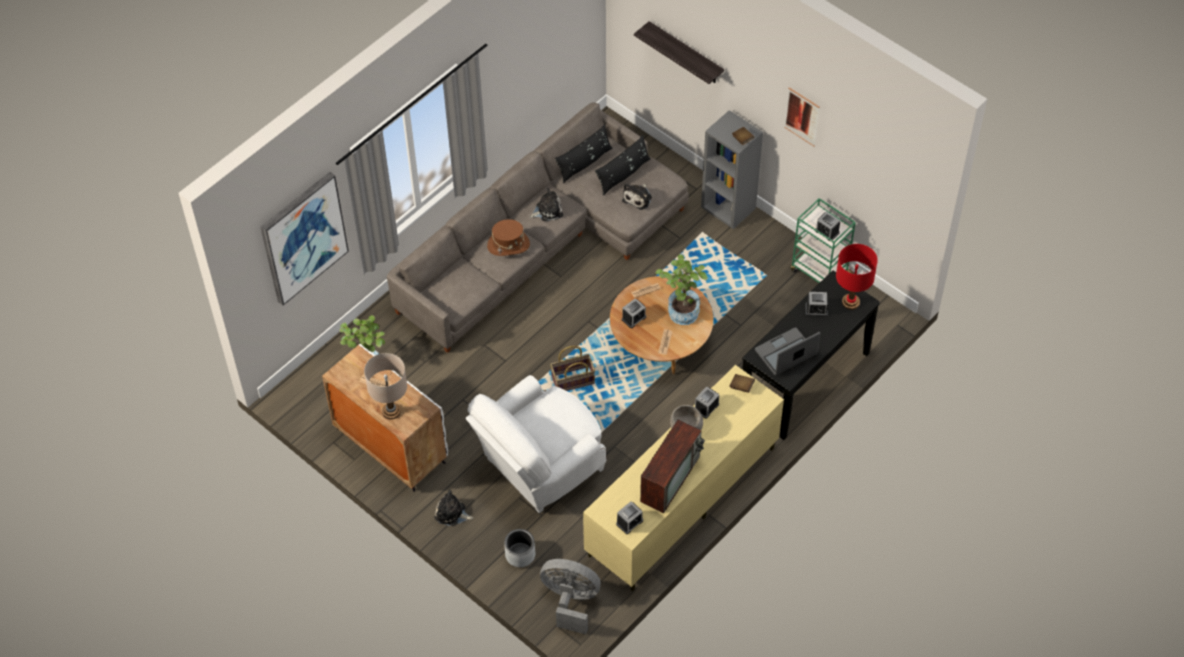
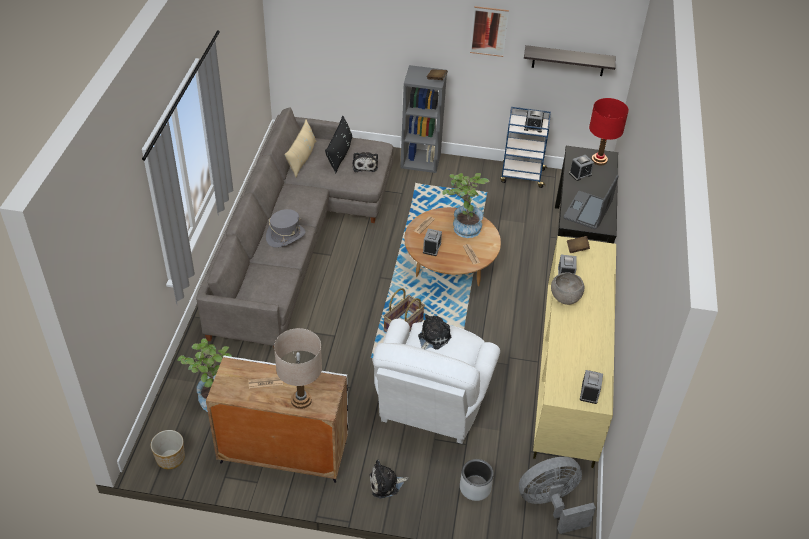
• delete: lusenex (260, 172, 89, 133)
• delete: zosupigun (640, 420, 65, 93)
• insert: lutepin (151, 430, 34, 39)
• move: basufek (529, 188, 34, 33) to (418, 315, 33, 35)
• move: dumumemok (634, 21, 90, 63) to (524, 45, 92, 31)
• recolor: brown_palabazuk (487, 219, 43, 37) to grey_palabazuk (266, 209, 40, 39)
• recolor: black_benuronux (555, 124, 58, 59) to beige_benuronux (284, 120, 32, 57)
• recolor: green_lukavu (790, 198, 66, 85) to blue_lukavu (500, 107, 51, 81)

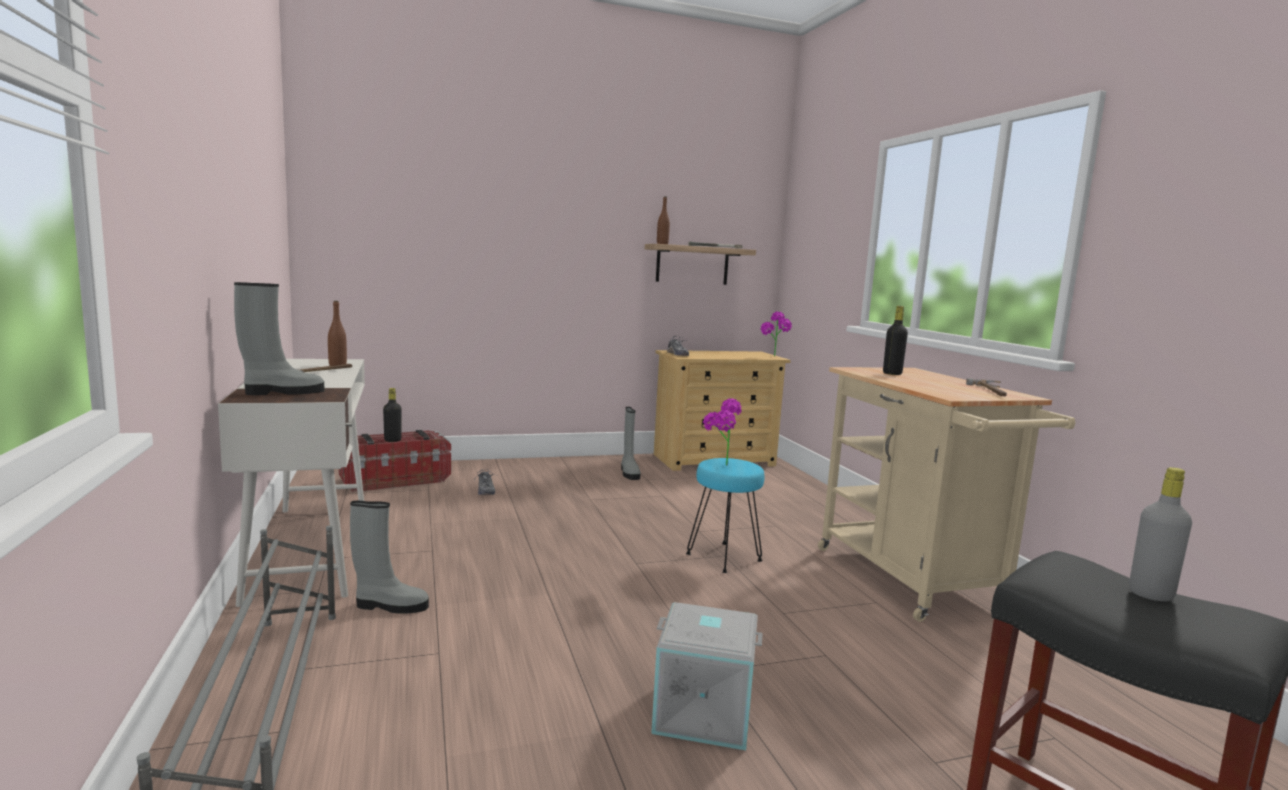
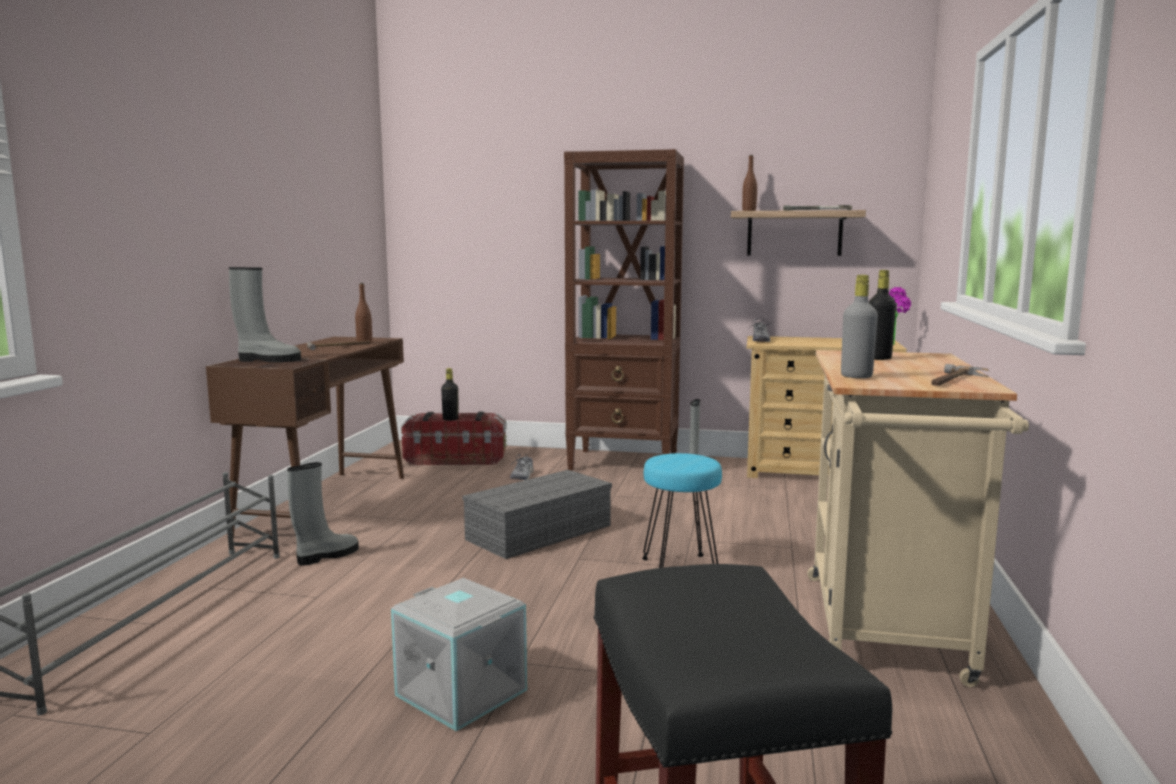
• delete: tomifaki (703, 398, 39, 68)
• insert: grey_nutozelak (463, 470, 149, 89)
• insert: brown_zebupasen (564, 149, 120, 322)
• move: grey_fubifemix (1129, 467, 63, 134) to (841, 275, 37, 103)
• recolor: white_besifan (218, 359, 147, 248) to brown_besifan (206, 337, 198, 200)
• rotate: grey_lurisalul (350, 501, 79, 113) = (287, 462, 72, 104) 75 degrees counterclockwise

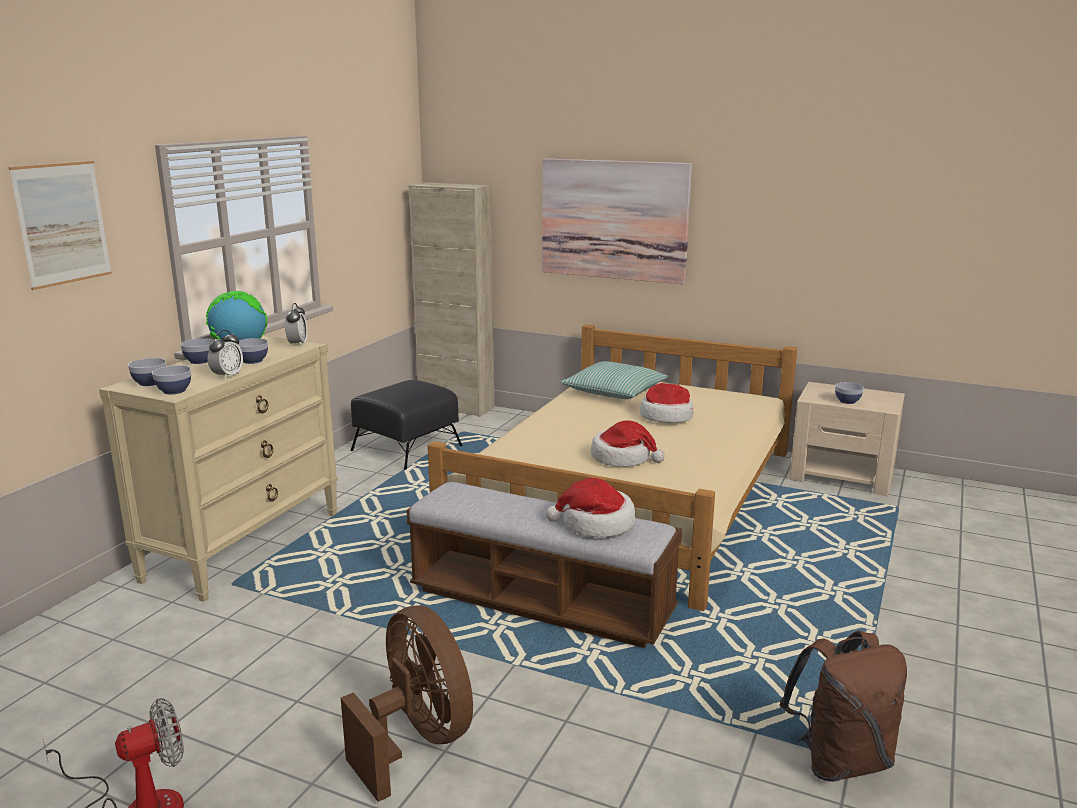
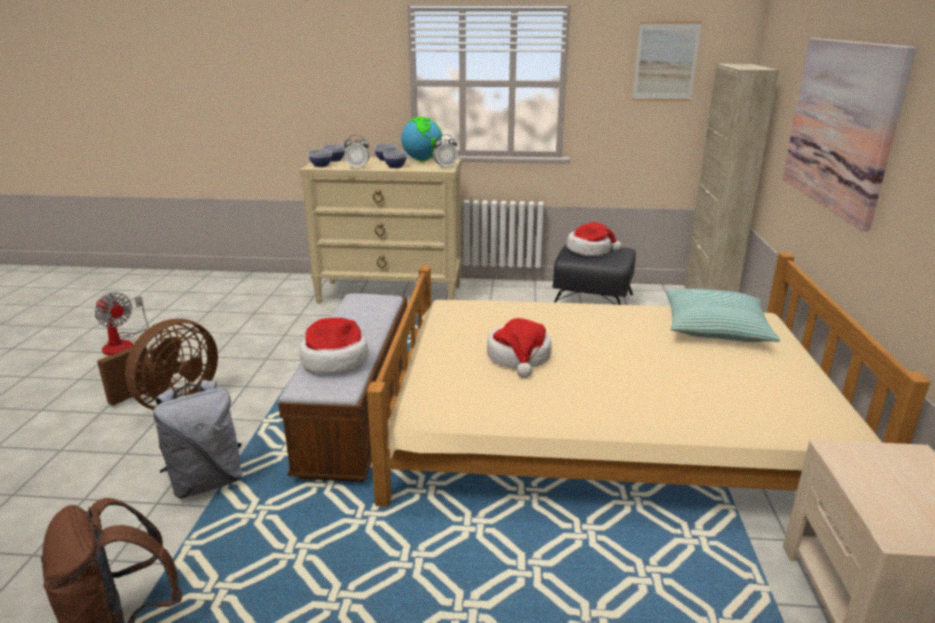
• delete: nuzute (835, 382, 29, 22)
• insert: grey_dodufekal (154, 380, 88, 119)
• move: lusenex (9, 161, 103, 129) to (632, 22, 70, 79)
• move: palabazuk (640, 383, 53, 40) to (566, 222, 56, 34)

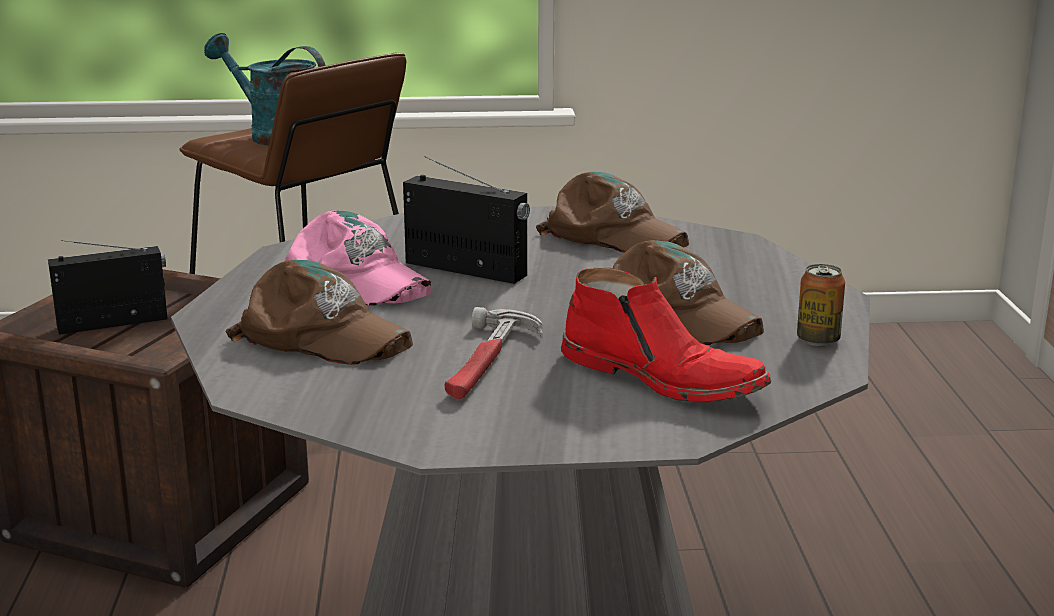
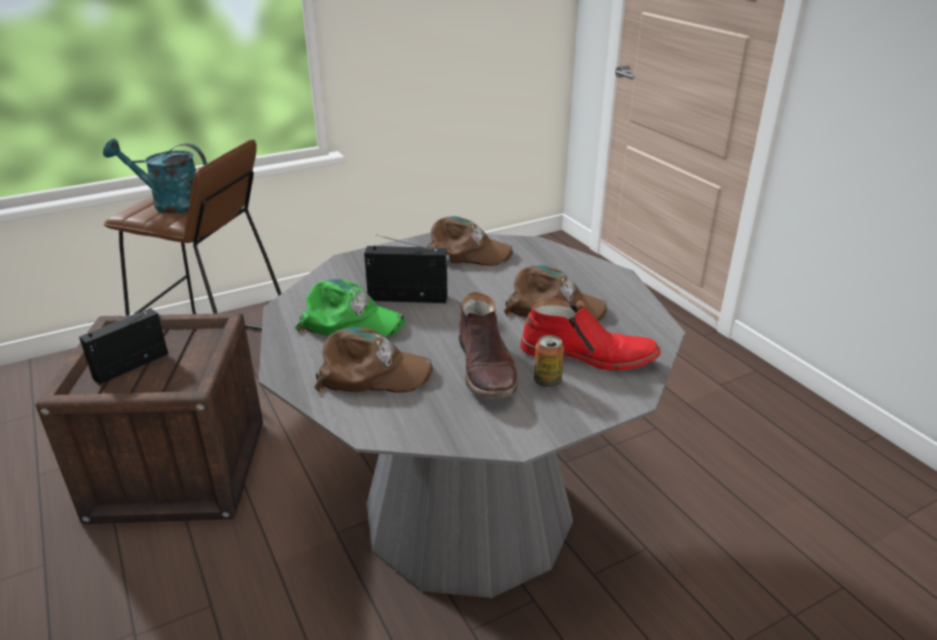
• move: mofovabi (797, 264, 48, 82) to (534, 335, 30, 53)
• replace: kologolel (445, 307, 97, 93) to brown_lurisalul (459, 292, 59, 107)
• recolor: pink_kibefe (285, 210, 146, 96) to green_kibefe (295, 279, 110, 58)

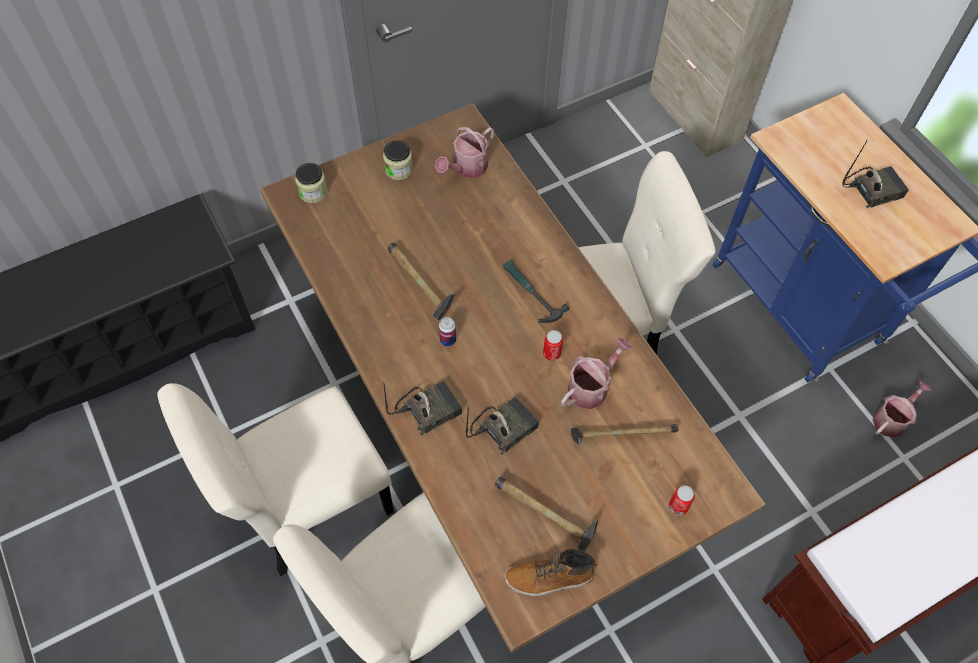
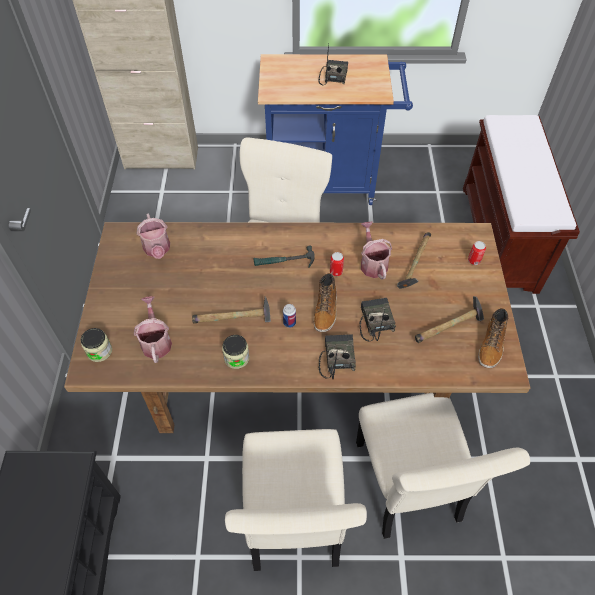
• insert: lurisalul (314, 273, 23, 59)
• move: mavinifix (383, 140, 30, 40) to (222, 335, 27, 34)
• move: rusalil (873, 381, 58, 57) to (134, 296, 38, 67)

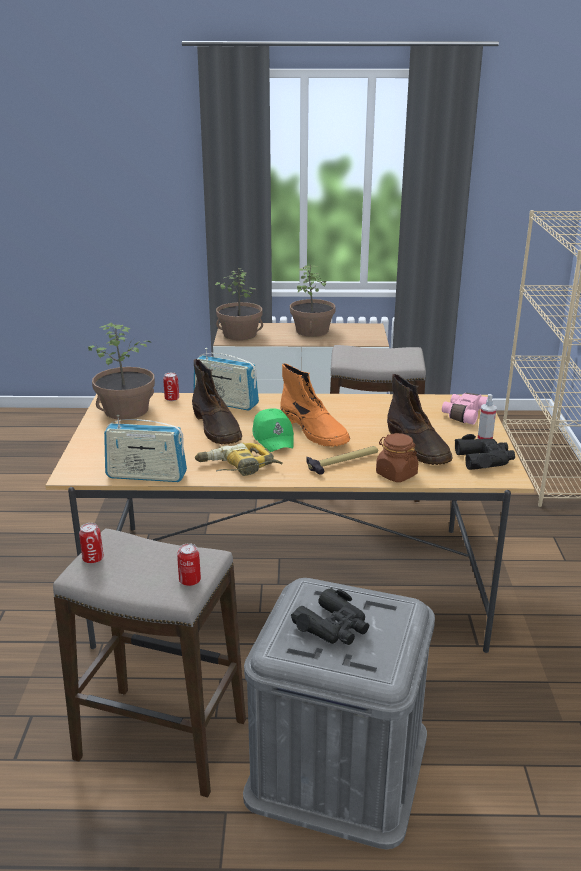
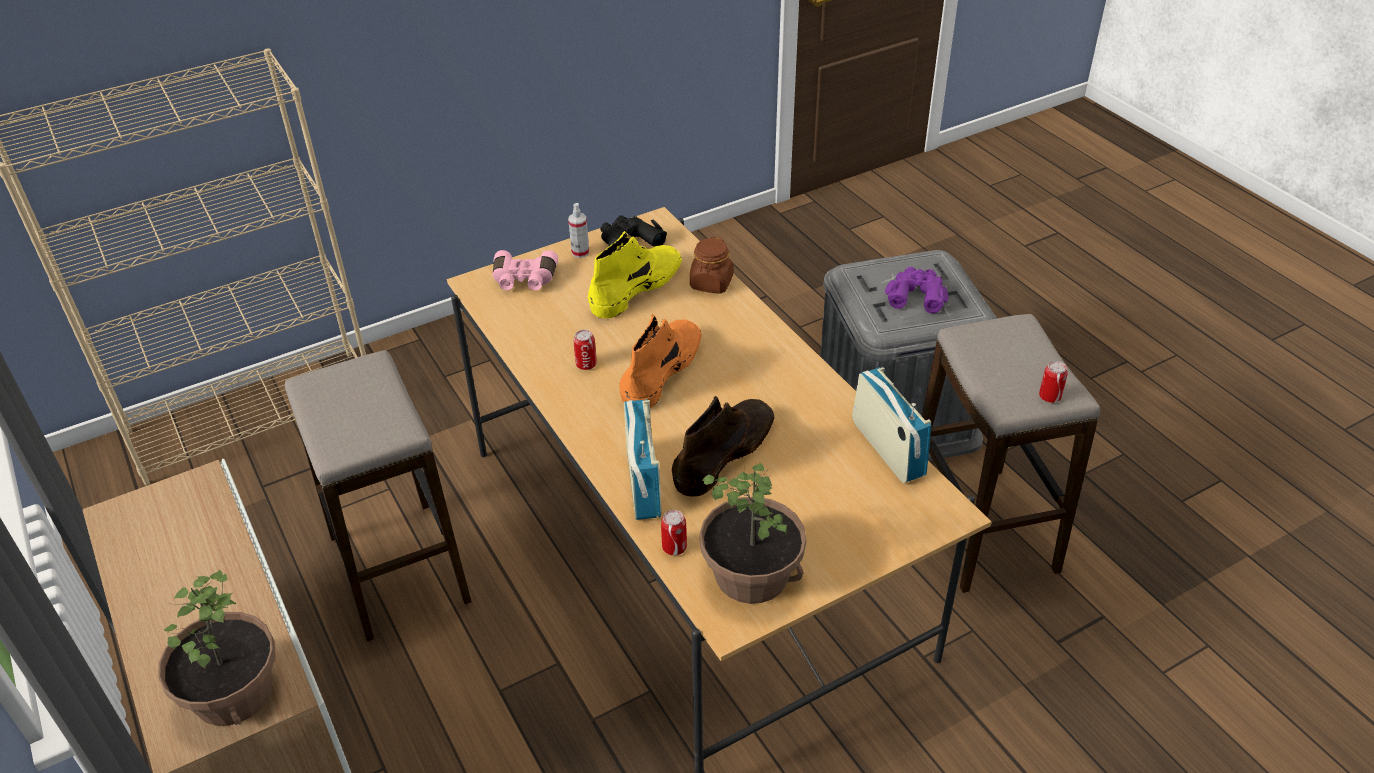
• delete: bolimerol (195, 443, 88, 33)
• delete: green_kibefe (252, 408, 42, 44)
• delete: tomifaki (290, 265, 46, 72)
• delete: kologolel (306, 446, 72, 29)
• move: mofovabi (177, 543, 24, 43) to (573, 330, 24, 40)
• recolor: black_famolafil (291, 588, 78, 57) to purple_famolafil (885, 267, 64, 46)
• recolor: brown_lurisalul (387, 374, 65, 91) to yellow_lurisalul (588, 231, 94, 87)

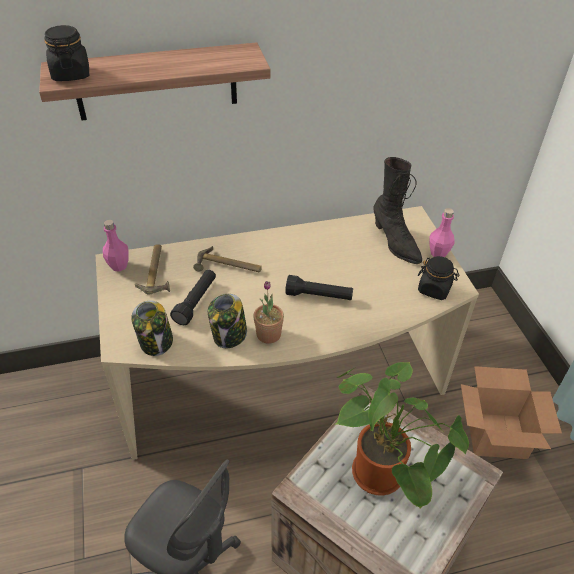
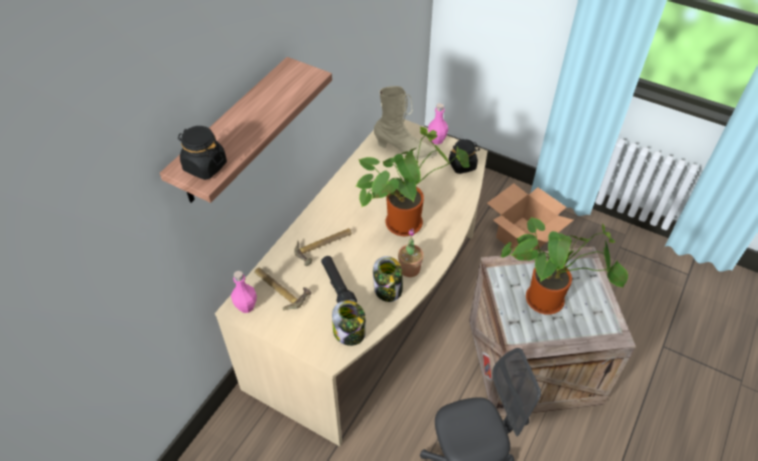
• replace: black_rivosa (285, 275, 68, 25) to tomifaki (356, 127, 114, 109)
• recolor: black_lurisalul (374, 157, 48, 107) to beige_lurisalul (374, 86, 63, 74)

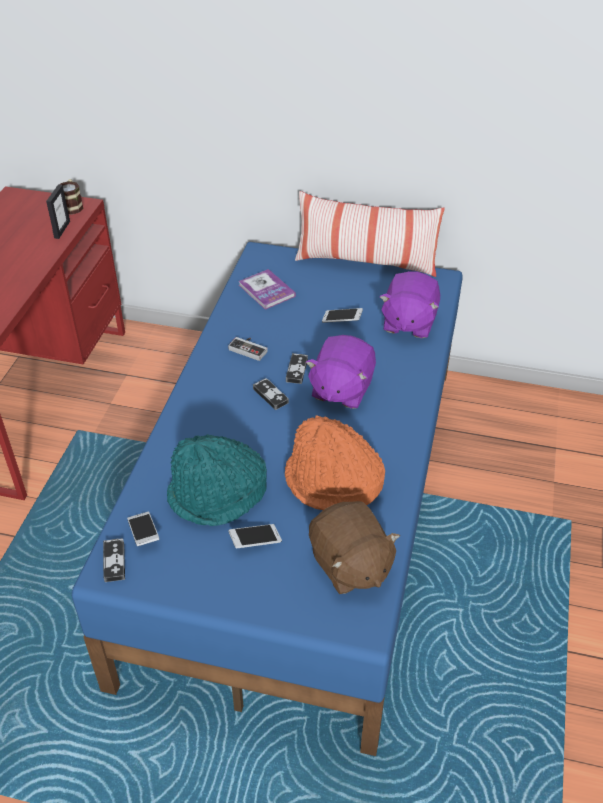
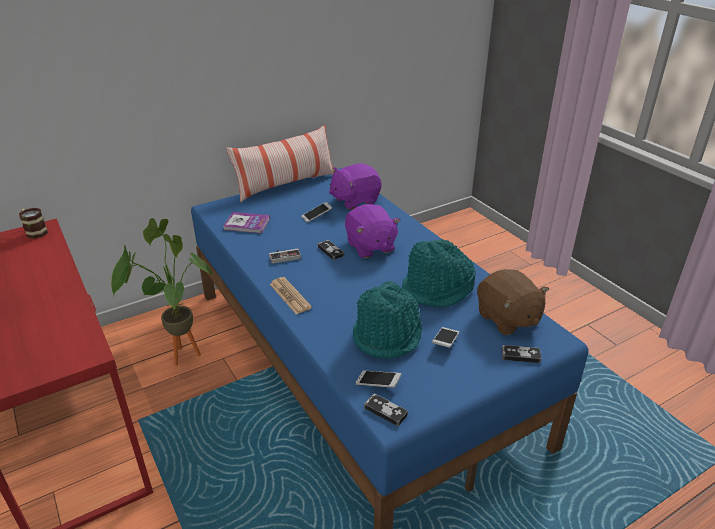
• delete: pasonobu (46, 184, 24, 55)
• insert: tomifaki (111, 218, 104, 148)
• insert: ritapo (270, 277, 42, 37)
• move: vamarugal (253, 378, 36, 32) to (502, 345, 39, 18)
• recolor: orange_palabazuk (285, 415, 100, 95) to turquoise_palabazuk (402, 239, 74, 68)
• rotate: brown_basufek (309, 501, 91, 93) = (477, 269, 72, 66) 45 degrees clockwise
• rotate: purple_basufek (380, 271, 60, 67) = (329, 164, 52, 46) 90 degrees clockwise

